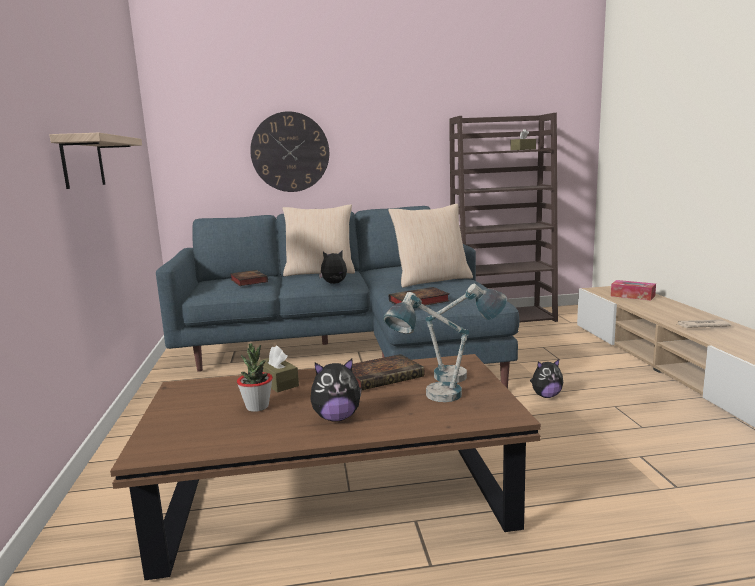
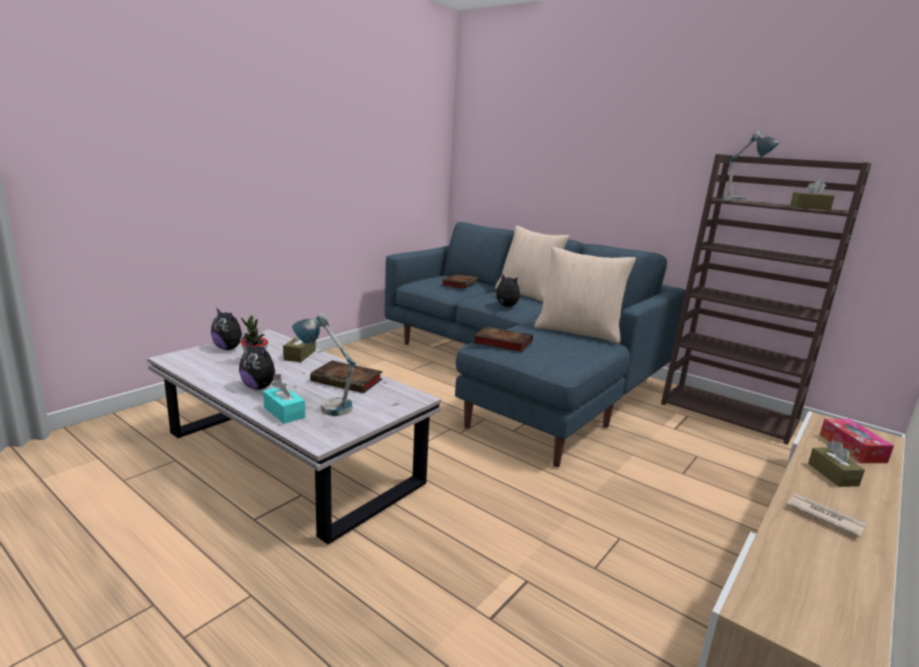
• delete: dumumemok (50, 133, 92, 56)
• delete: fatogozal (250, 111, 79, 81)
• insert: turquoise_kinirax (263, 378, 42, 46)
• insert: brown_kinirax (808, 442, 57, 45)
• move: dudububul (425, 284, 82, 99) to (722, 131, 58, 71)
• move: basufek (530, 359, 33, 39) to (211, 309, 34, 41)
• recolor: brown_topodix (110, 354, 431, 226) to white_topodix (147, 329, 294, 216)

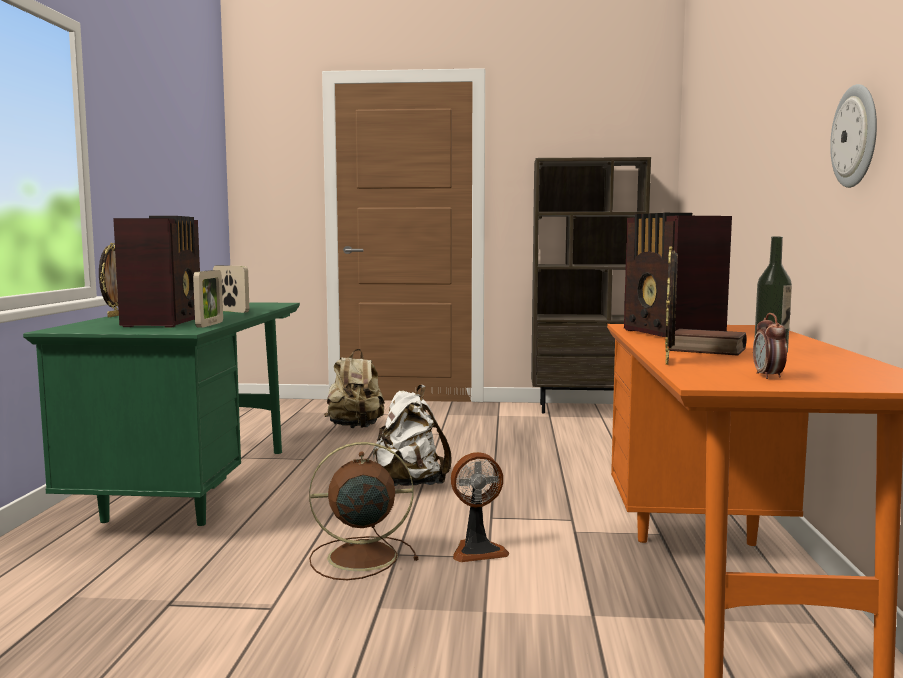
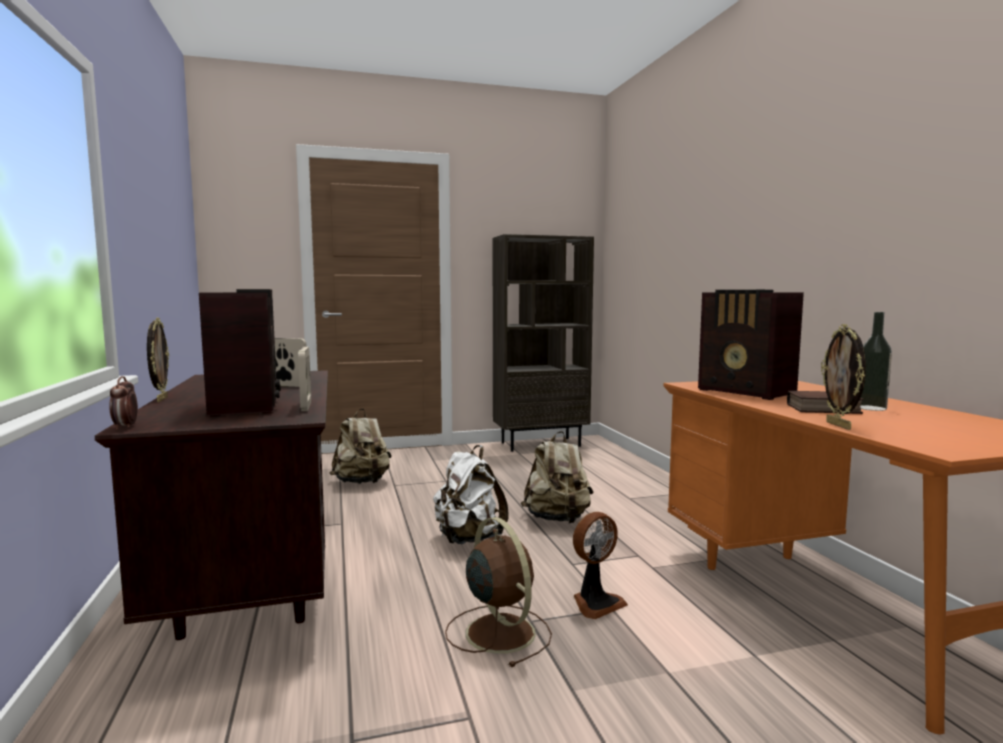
• delete: fatogozal (830, 84, 47, 104)
• insert: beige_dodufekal (521, 431, 72, 93)
• move: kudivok (753, 313, 34, 66) to (109, 376, 29, 54)
• recolor: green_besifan (23, 302, 277, 224) to brown_besifan (95, 370, 233, 270)
• rotate: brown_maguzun (309, 442, 110, 138) = (445, 517, 107, 150) 90 degrees clockwise

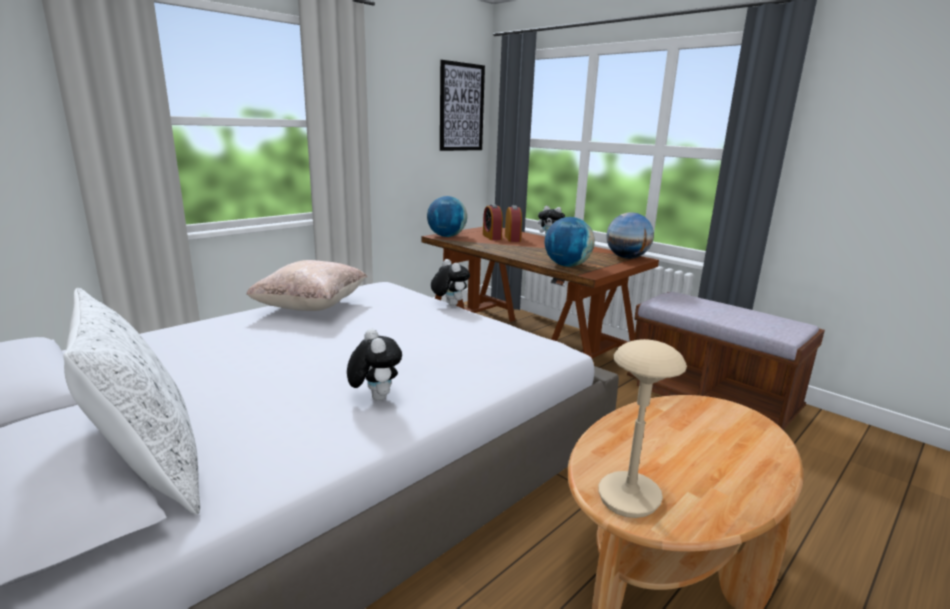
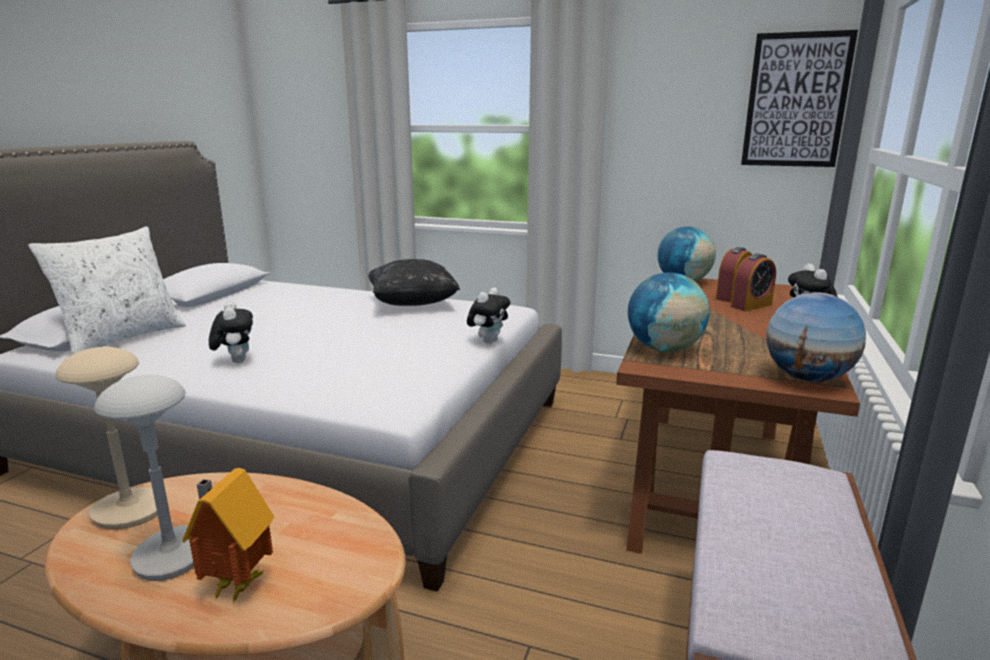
• insert: grey_dudububul (94, 375, 101, 206)
• insert: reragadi (182, 468, 92, 136)
• recolor: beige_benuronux (246, 260, 121, 51) to black_benuronux (368, 259, 92, 47)
• rotate: basufek (347, 328, 55, 73) = (209, 302, 44, 61) 60 degrees counterclockwise

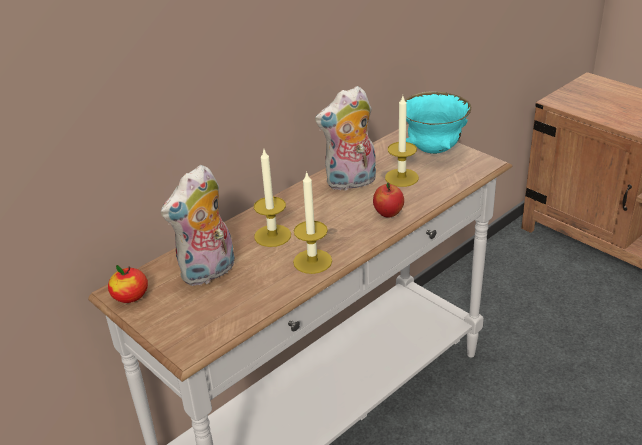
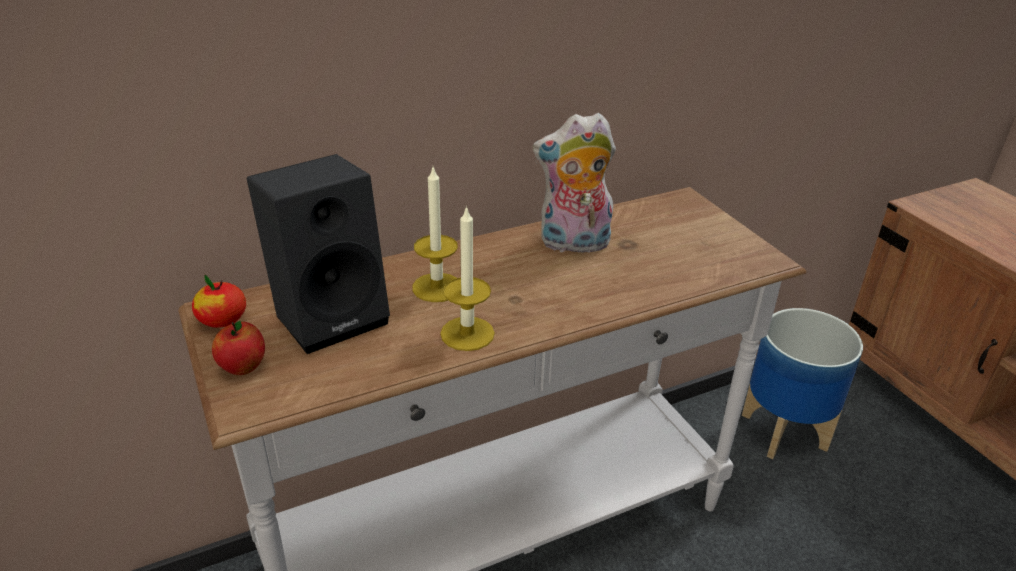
• delete: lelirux (385, 96, 34, 91)
• delete: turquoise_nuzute (405, 91, 66, 63)
• insert: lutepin (742, 308, 121, 151)
• move: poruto (373, 183, 31, 35) to (212, 321, 53, 54)
• replace: basufek (161, 165, 74, 121) to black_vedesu (247, 154, 143, 200)

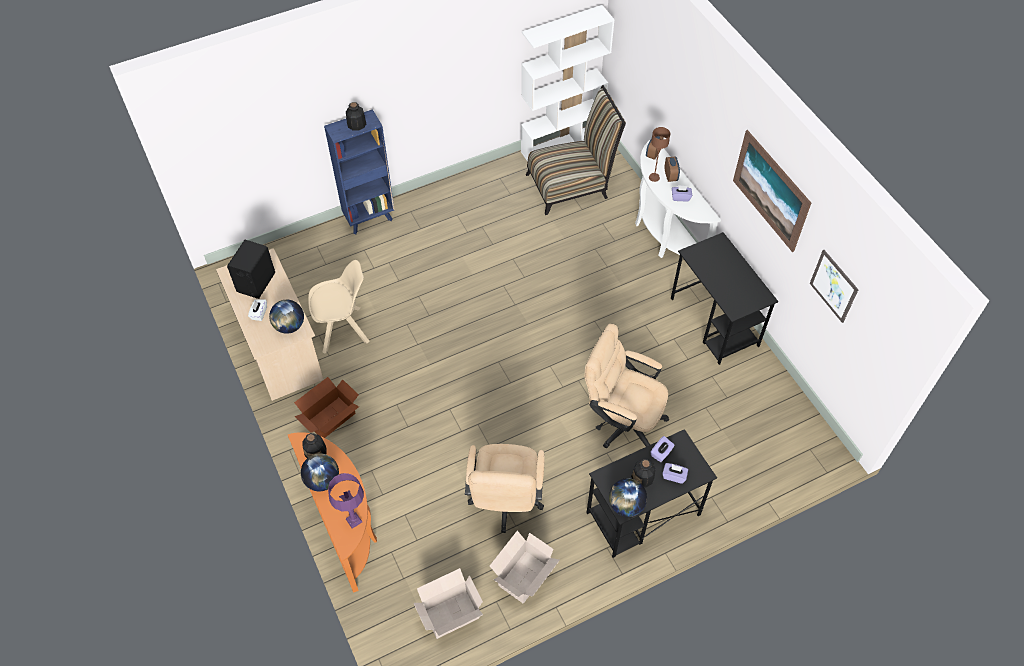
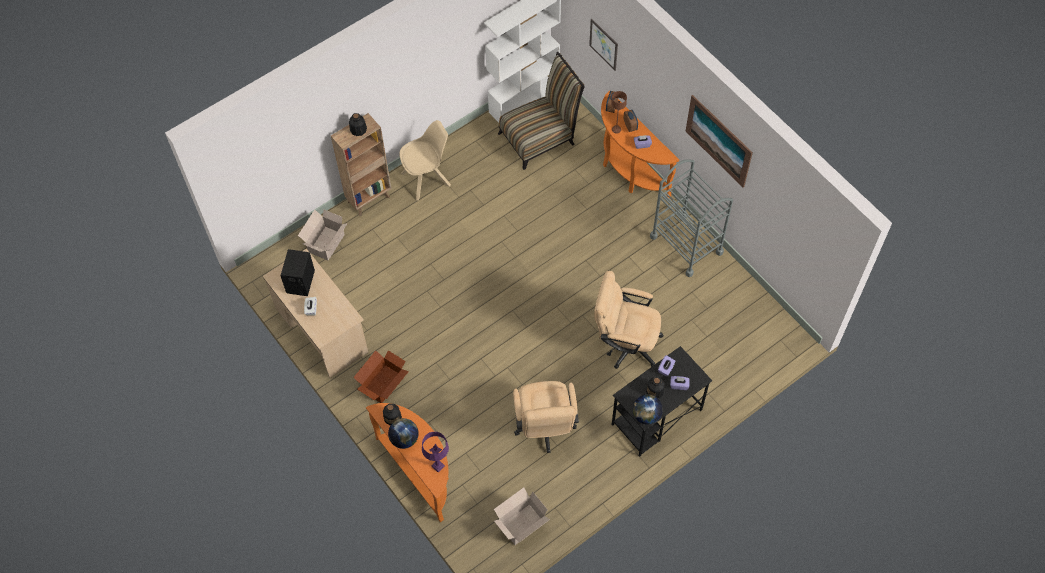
• delete: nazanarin (269, 300, 35, 34)
• move: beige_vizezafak (308, 260, 61, 94) to (399, 120, 52, 81)
• move: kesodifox (490, 531, 70, 73) to (298, 209, 50, 51)
• move: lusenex (810, 250, 48, 73) to (589, 19, 29, 52)
• replace: black_besifan (671, 232, 107, 133) to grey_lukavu (650, 159, 83, 118)
• recolor: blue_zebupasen (324, 109, 71, 125) to brown_zebupasen (331, 113, 61, 103)
• recolor: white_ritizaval (635, 139, 86, 119) to orange_ritizaval (601, 91, 78, 107)

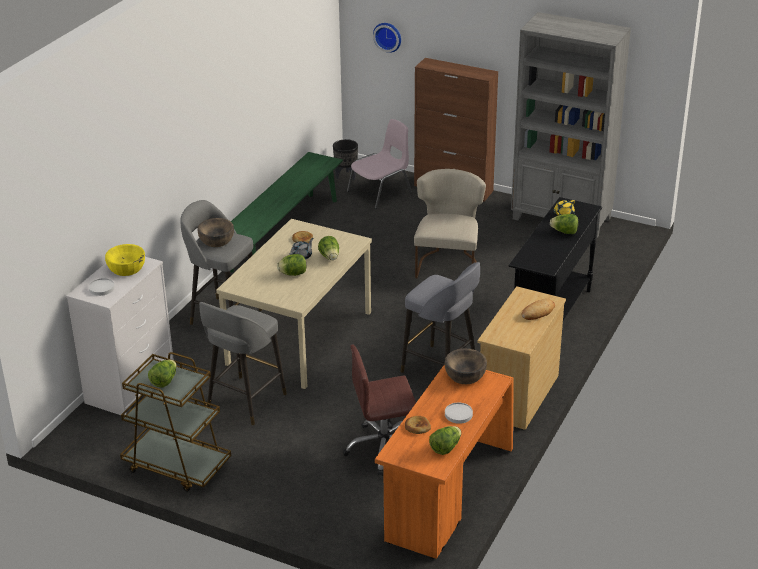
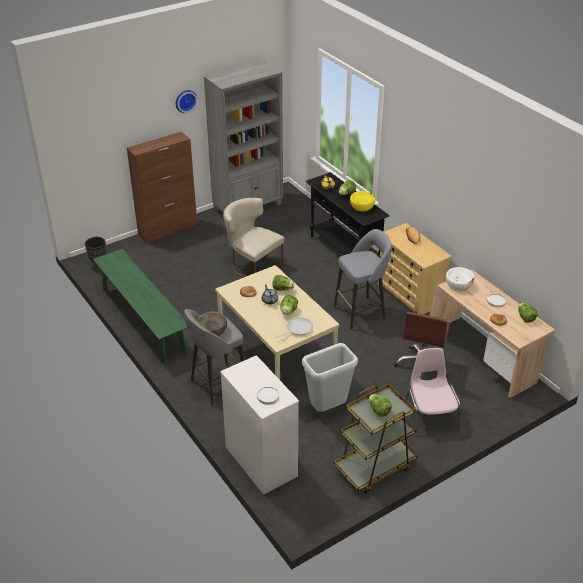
• insert: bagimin (276, 317, 37, 21)
• move: yellow_nuzute (105, 244, 40, 32) to (350, 191, 25, 21)
• move: pink_vizezafak (347, 119, 65, 90) to (405, 348, 55, 88)
• move: fatogozal (373, 23, 28, 30) to (176, 90, 21, 23)
• replace: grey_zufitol (199, 302, 88, 123) to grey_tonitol (302, 343, 56, 69)
• recolor: orange_besifan (375, 364, 139, 195) to beige_besifan (429, 270, 126, 128)
• recolor: brown_nuzute (445, 348, 42, 36) to white_nuzute (446, 267, 29, 24)

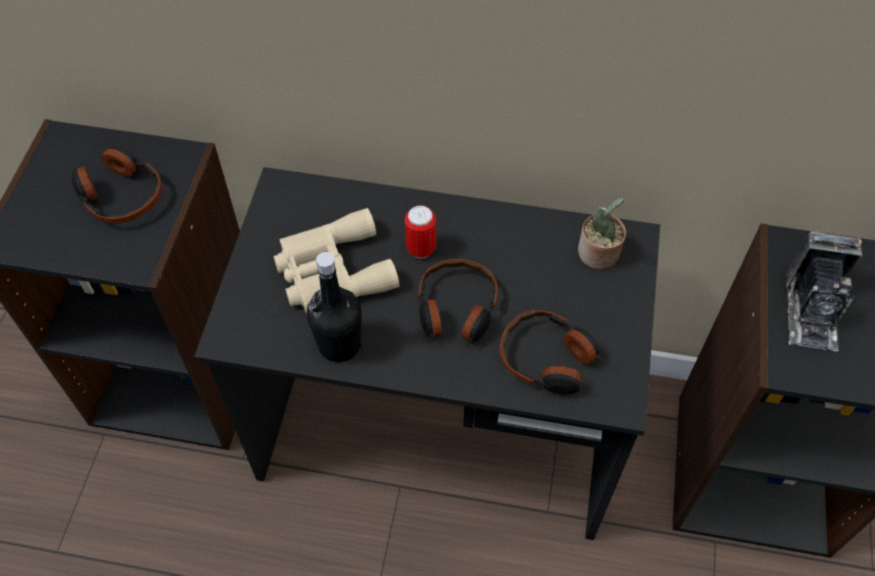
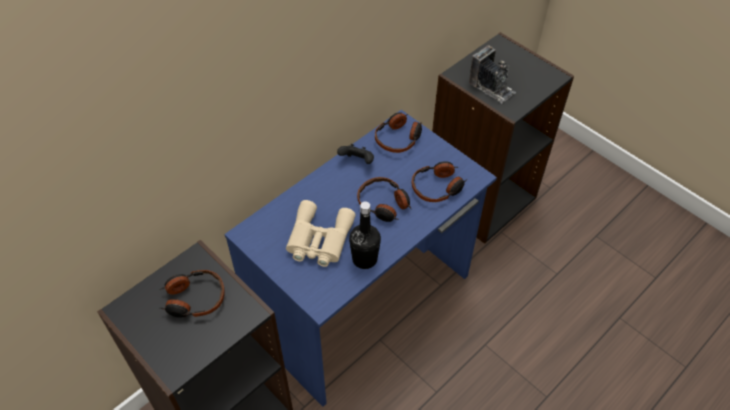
• delete: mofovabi (405, 205, 31, 53)
• insert: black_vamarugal (337, 144, 37, 20)
• replace: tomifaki (578, 198, 48, 71) to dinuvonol (375, 112, 47, 41)
• recolor: black_besifan (194, 167, 466, 373) to blue_besifan (224, 110, 273, 297)

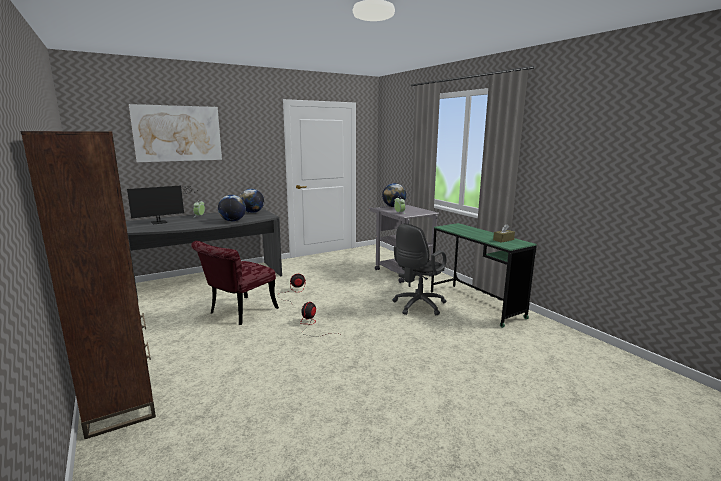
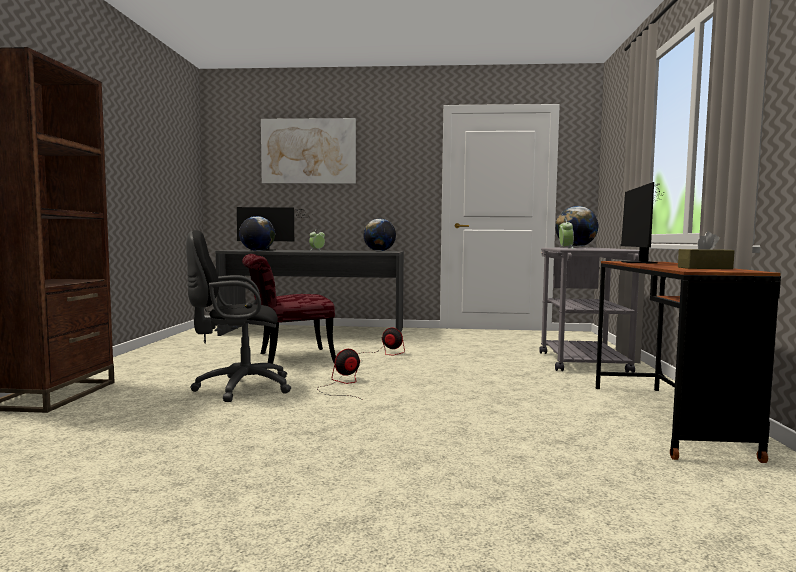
• insert: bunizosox (620, 182, 44, 82)
• move: nazanarin (218, 195, 28, 27) to (239, 216, 36, 35)
• move: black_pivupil (392, 224, 55, 91) to (186, 230, 105, 172)
• recolor: green_besifan (431, 223, 106, 105) to brown_besifan (596, 261, 185, 202)

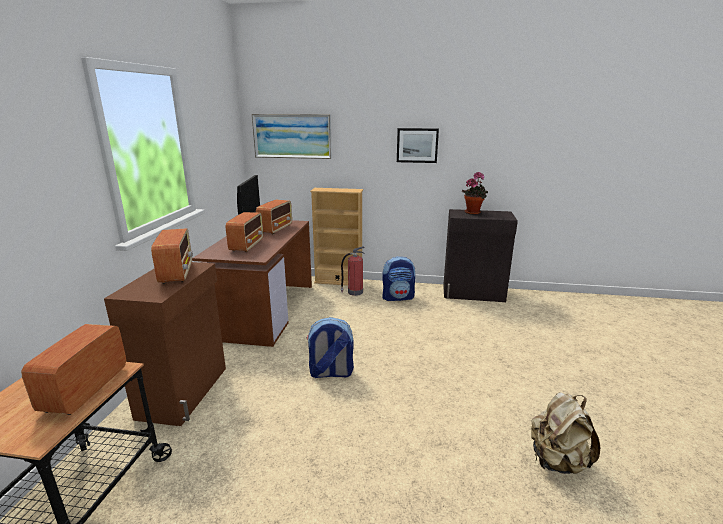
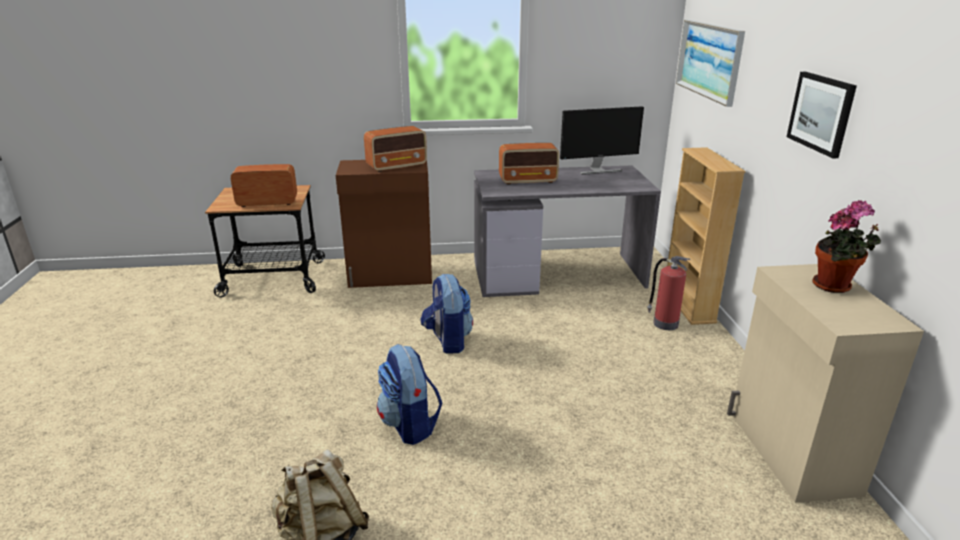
• delete: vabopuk (256, 200, 36, 34)
• move: dodufekal (382, 256, 33, 45) to (377, 344, 65, 101)
• recolor: brown_besifan (192, 220, 120, 127) to grey_besifan (474, 165, 187, 132)
• recolor: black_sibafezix (443, 209, 75, 93) to beige_sibafezix (727, 264, 197, 239)

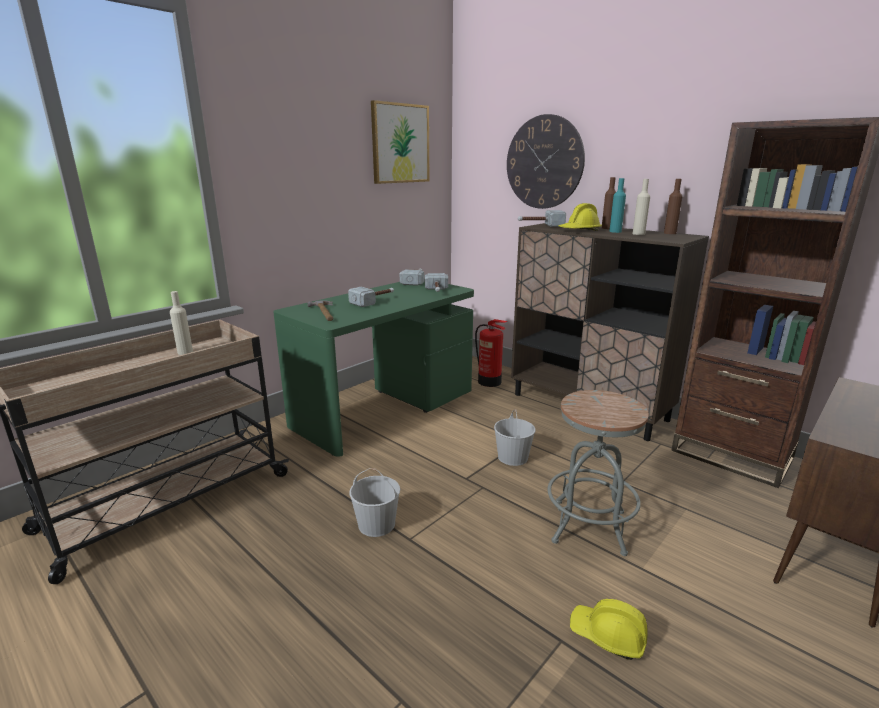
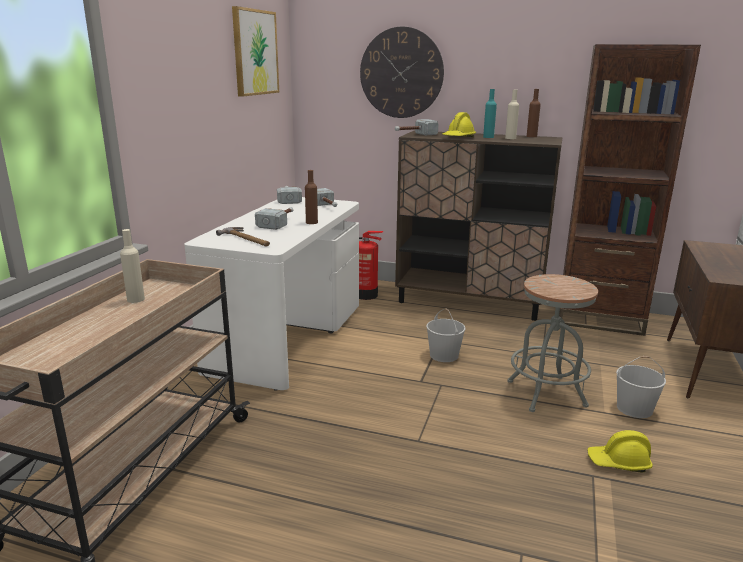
• move: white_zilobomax (349, 468, 51, 69) to (616, 356, 50, 62)
• move: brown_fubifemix (602, 177, 14, 52) to (305, 170, 13, 54)
• recolor: green_besifan (273, 279, 201, 178) to white_besifan (184, 197, 175, 194)

